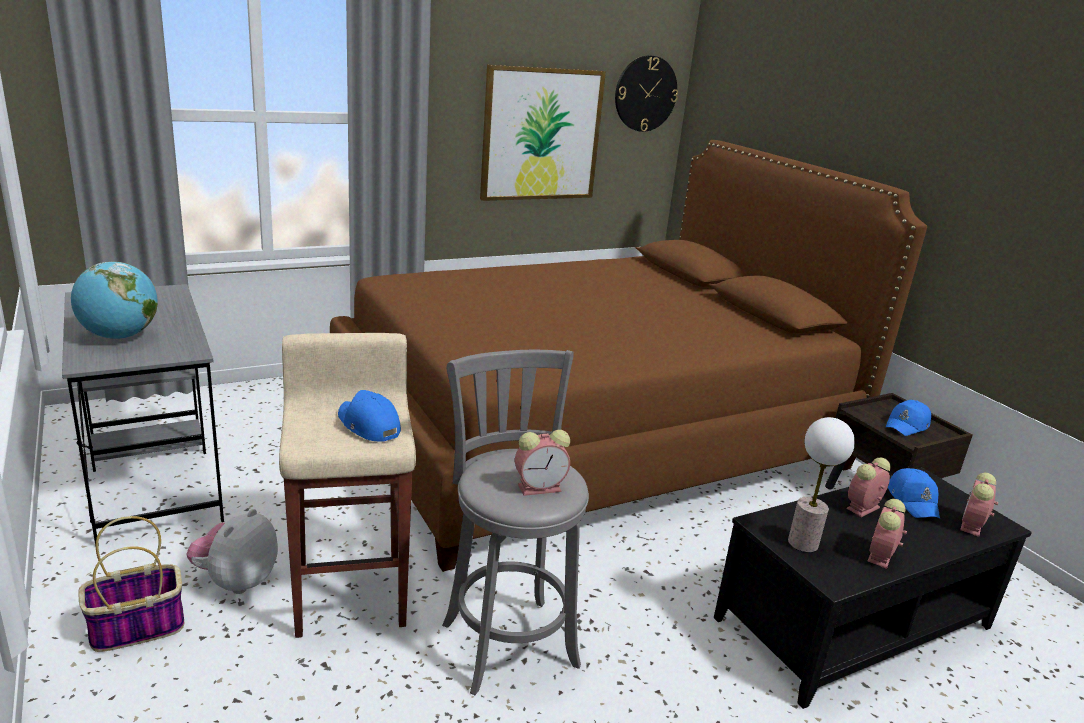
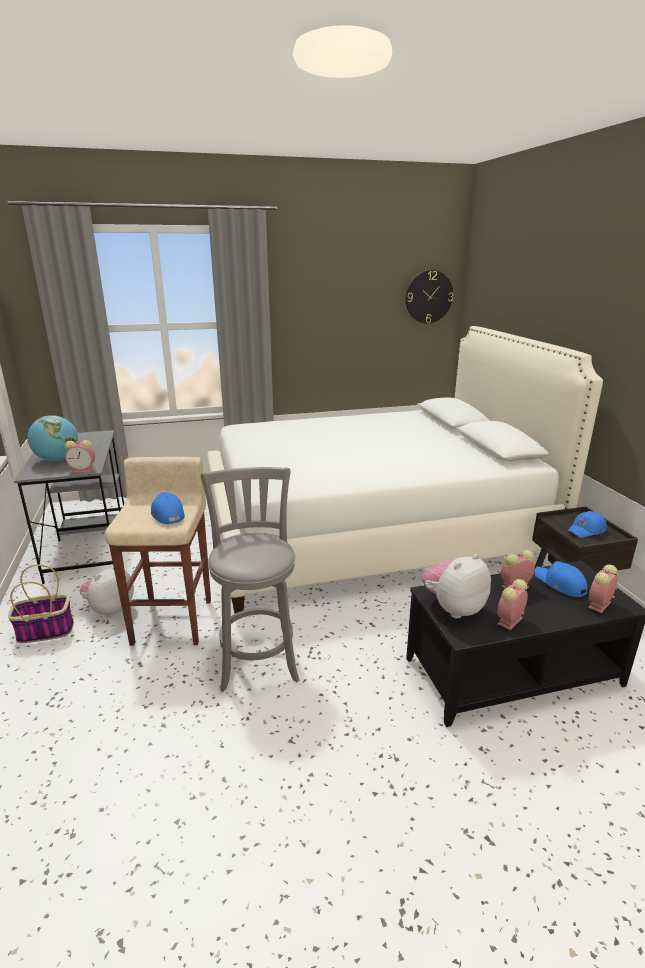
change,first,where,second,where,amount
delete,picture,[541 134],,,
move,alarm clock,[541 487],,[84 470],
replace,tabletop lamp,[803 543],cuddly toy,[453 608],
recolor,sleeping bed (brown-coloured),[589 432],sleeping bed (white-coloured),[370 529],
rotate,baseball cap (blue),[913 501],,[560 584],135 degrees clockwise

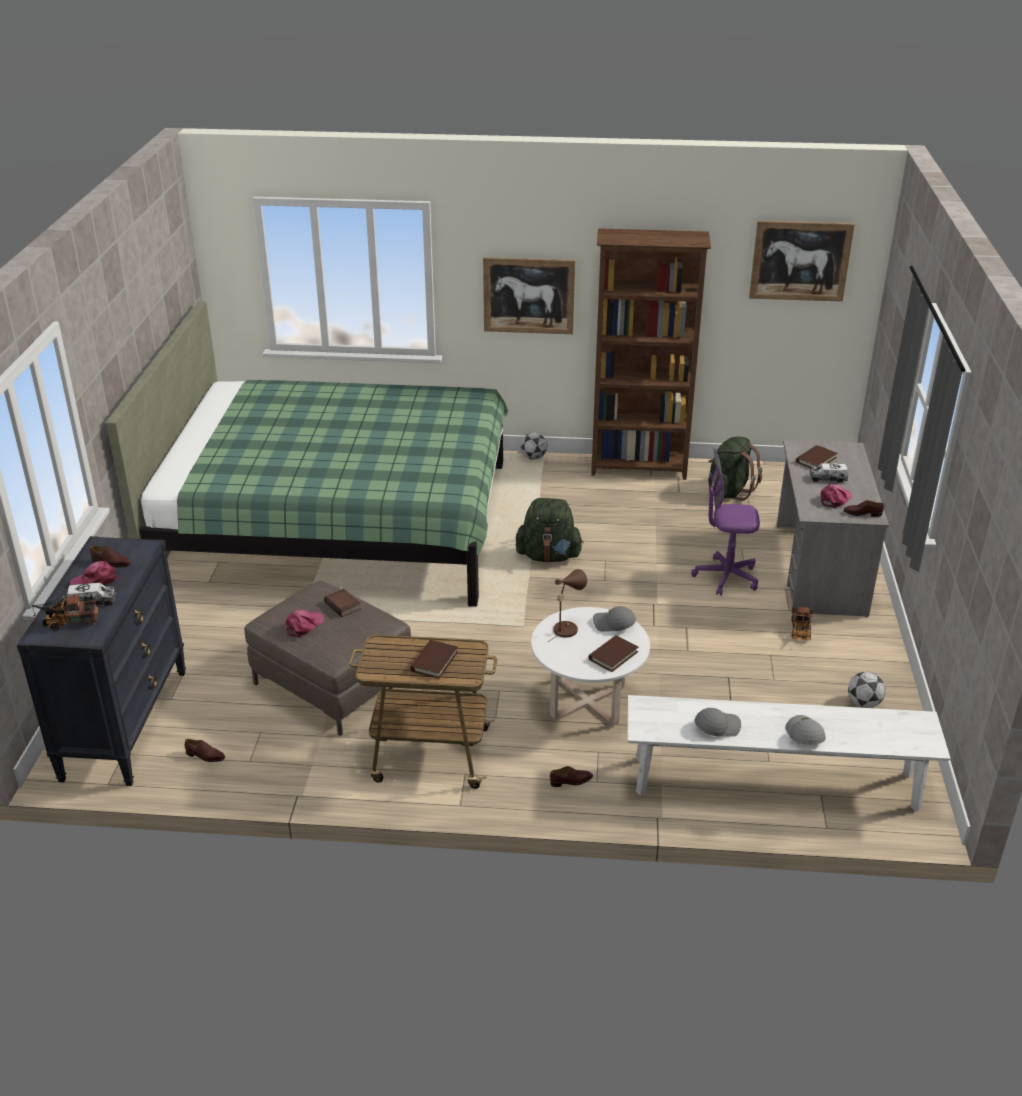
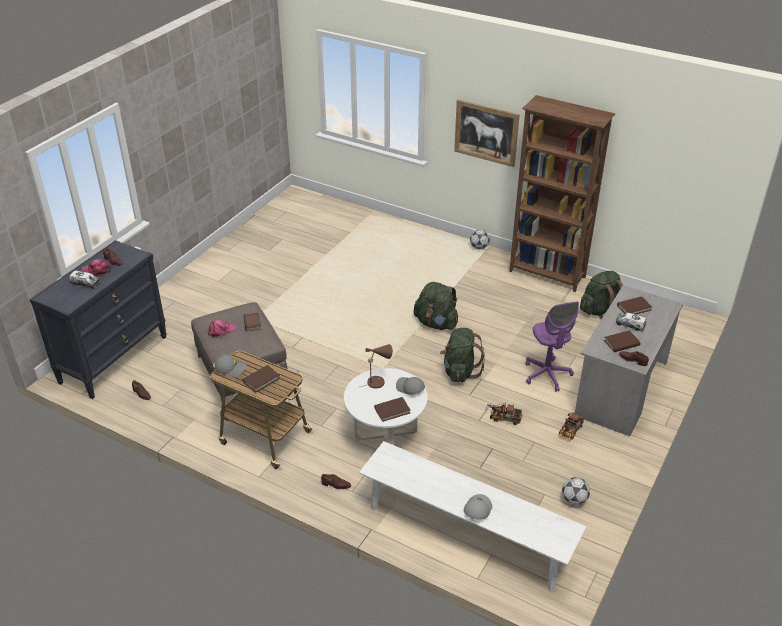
change,first,where,second,where,amount
delete,sleeping bed (green-coloured),[337 522],,,
delete,picture,[800 261],,,
insert,,,knapsack (green-coloured),[460 371],
move,toy lorry,[68 622],,[503 418],
move,baseball cap (greyish),[717 726],,[231 368],
replace,baseball cap (pinkish),[835 499],bound book (brown-coloured),[621 343],
rotate,computer chair (purple),[726 577],,[547 374],135 degrees counterclockwise

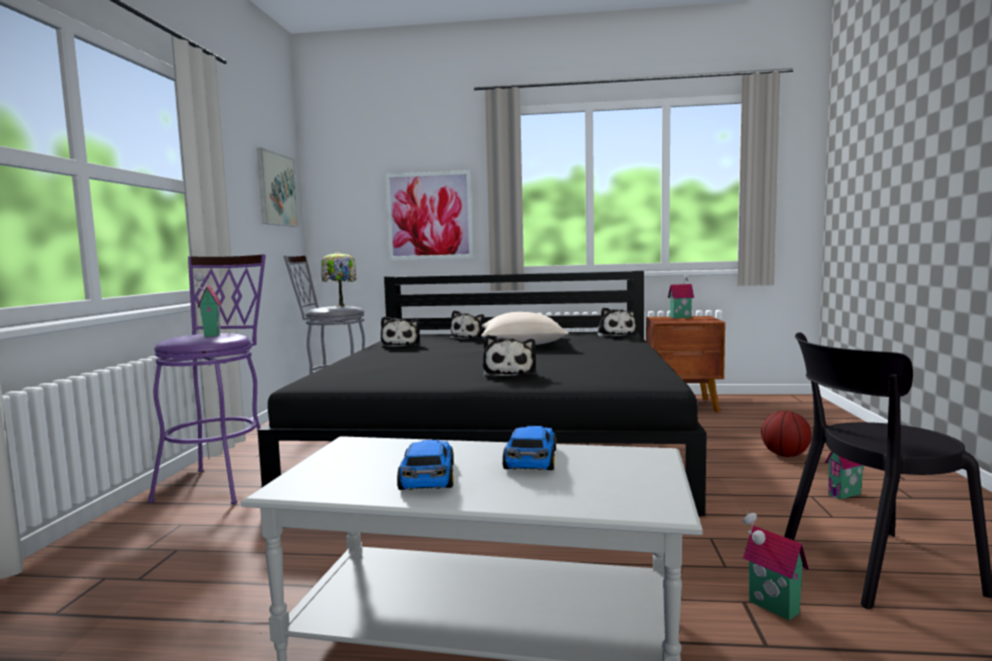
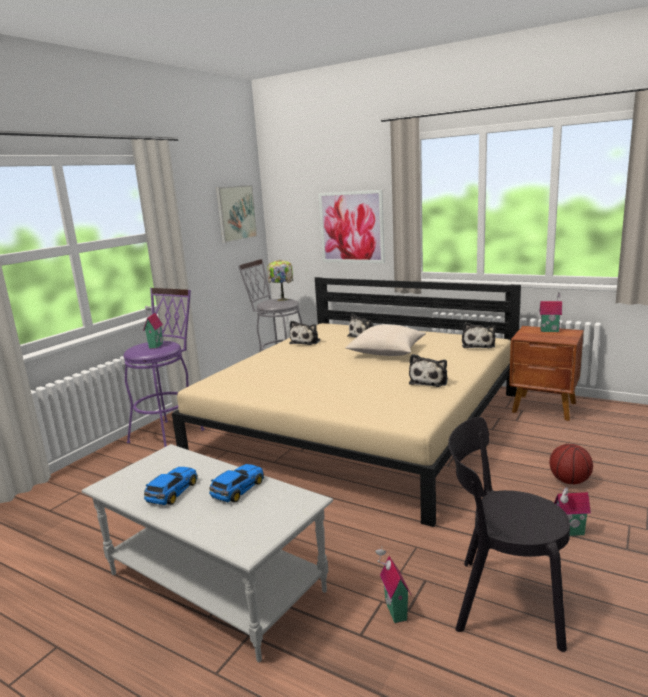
change,first,where,second,where,amount
move,cuddly toy,[509 373],,[429 381],
recolor,sleeping bed (black),[500 439],sleeping bed (beige),[362 424],

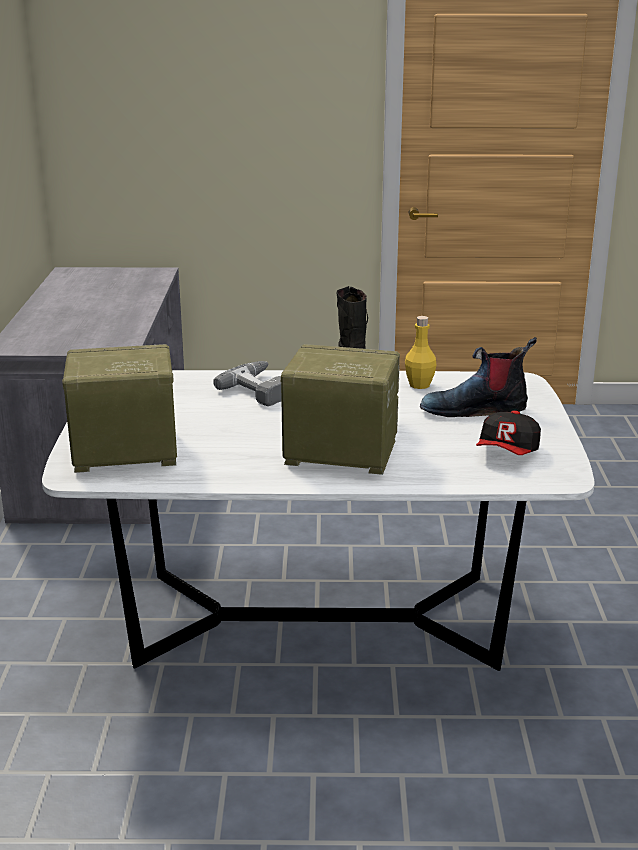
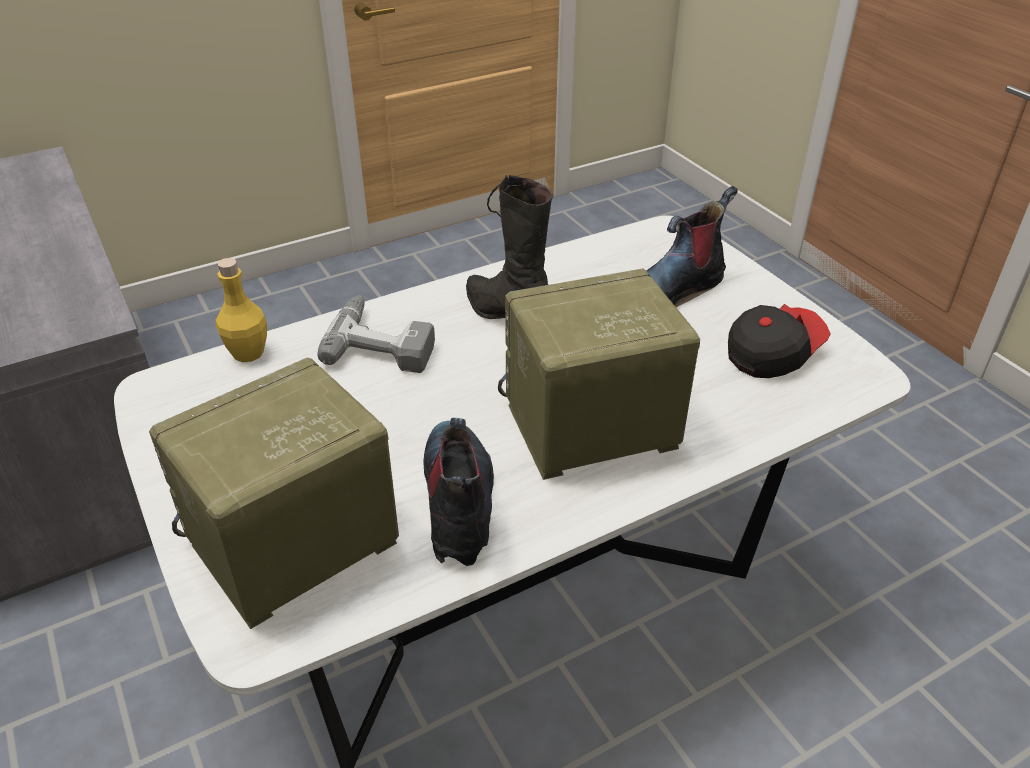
change,first,where,second,where,amount
insert,,,boot,[459 501],
move,bottle (yellow-coloured),[419 385],,[248 353],
rotate,baseball cap,[507 452],,[772 354],120 degrees counterclockwise

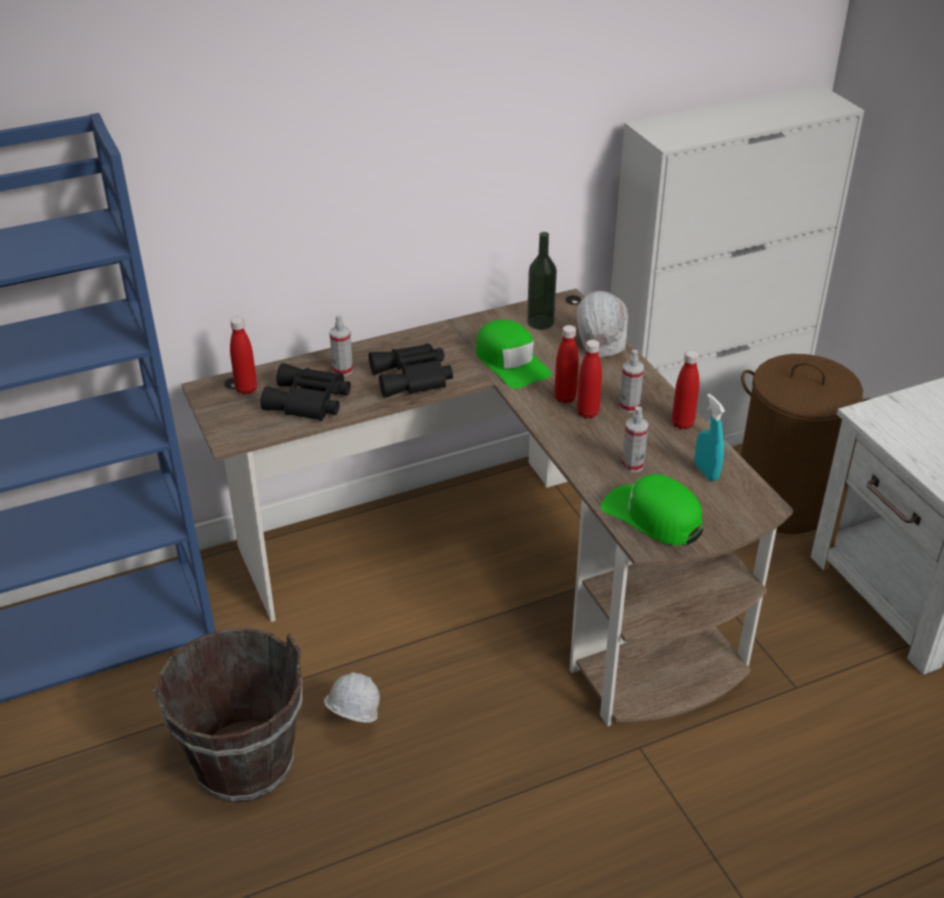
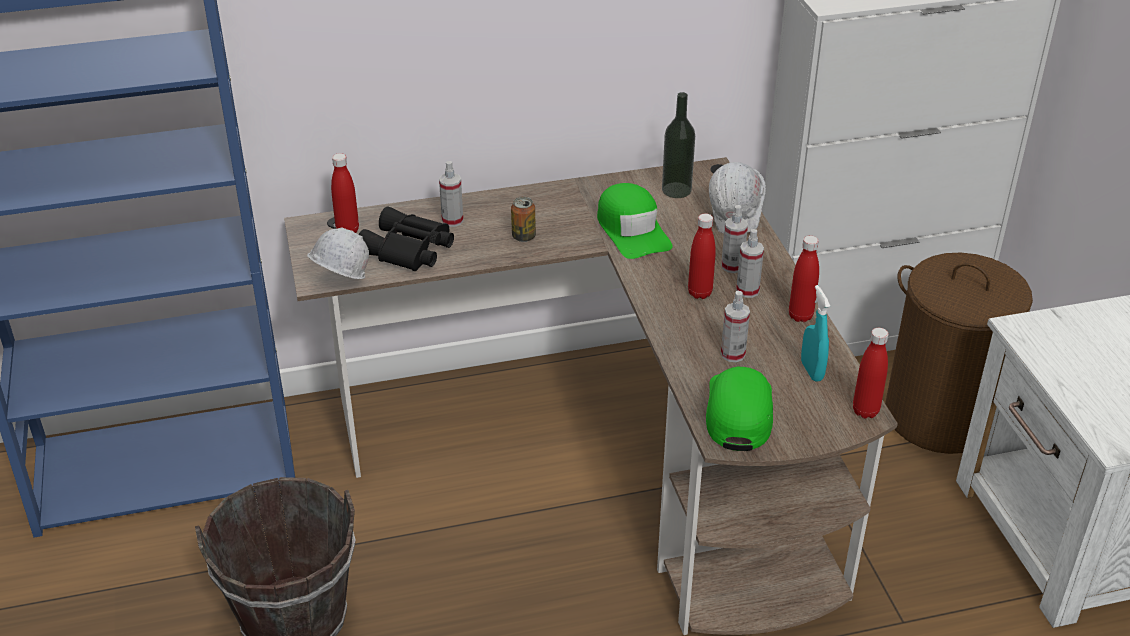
change,first,where,second,where,amount
insert,,,hand sprayer,[732 266],
move,hard hat (white-coloured),[352 723],,[340 288],
move,bottle (red-coloured),[565 398],,[865 411],
replace,pair of binoculars (black),[413 378],can,[523 236],
rotate,baseball cap (green-coloured),[652 516],,[738 412],45 degrees clockwise

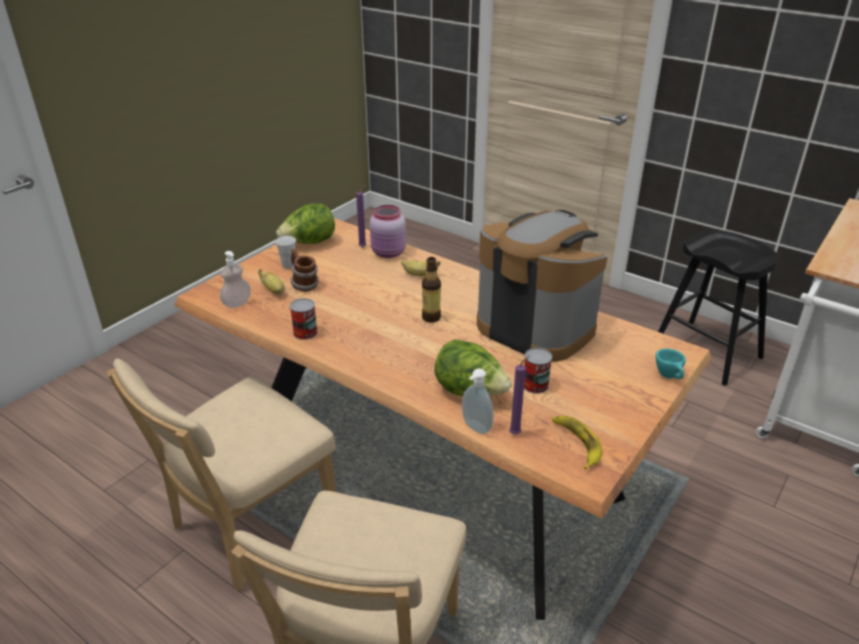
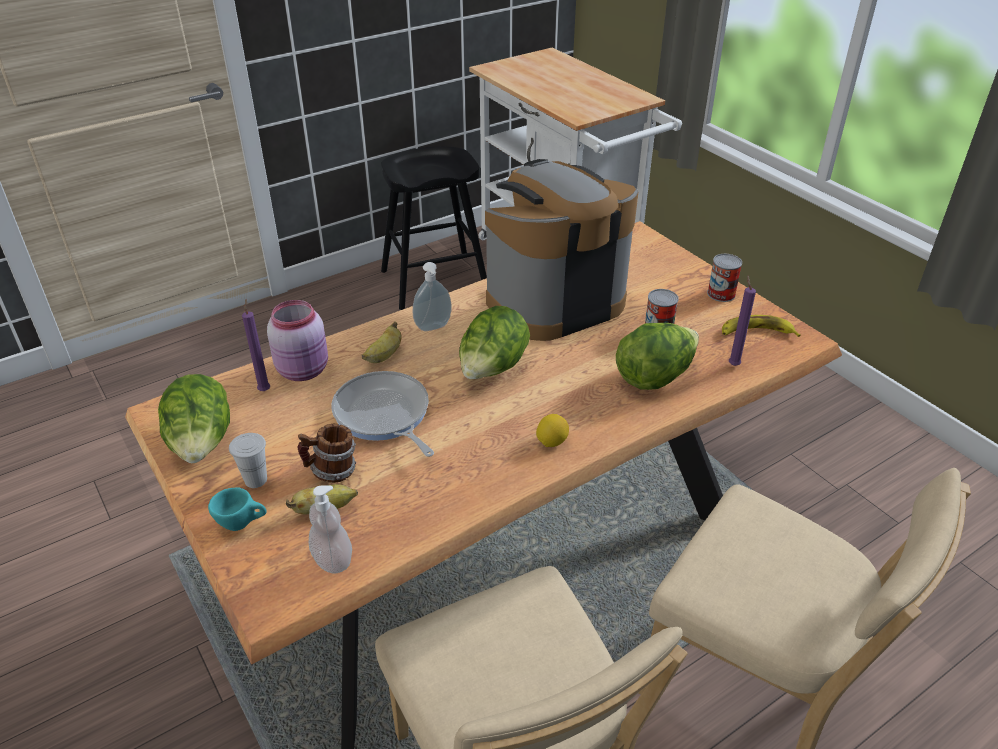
change,first,where,second,where,amount
insert,,,pan,[384 415],
insert,,,whole lemon,[551 442],
move,can,[305 332],,[721 294],
move,soap bottle,[475 428],,[433 328],
move,drinking cup (turquoise-coloured),[669 377],,[242 523],
replace,bottle,[431 317],lettuce head,[492 370],

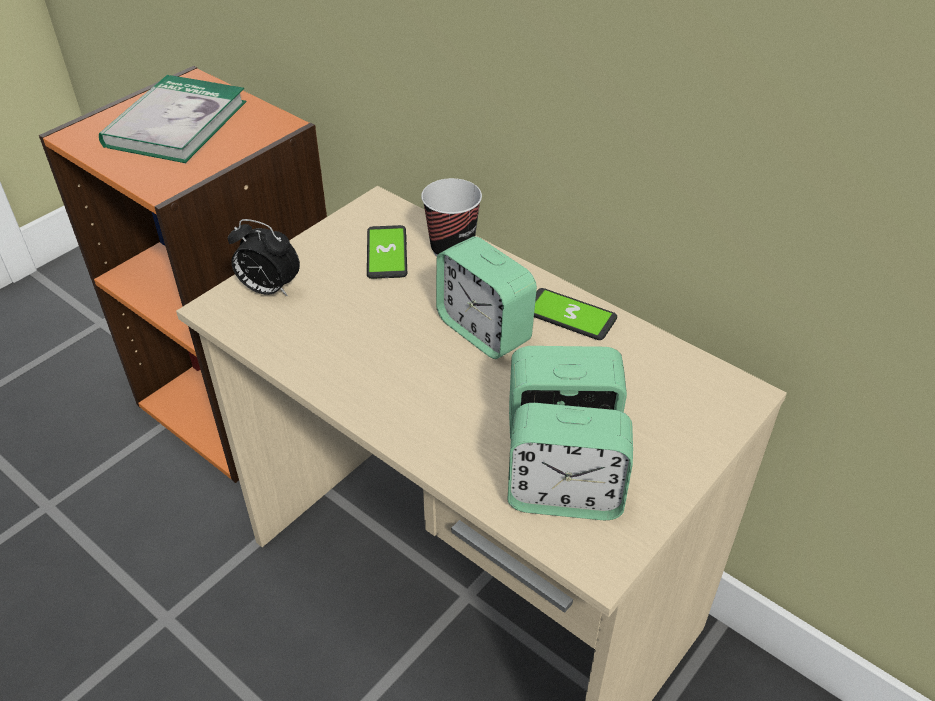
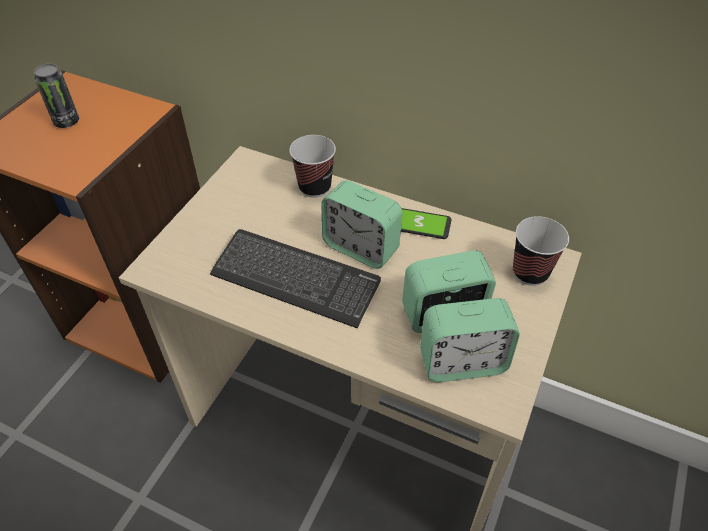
change,first,where,second,where,amount
delete,alarm clock,[268 289],,,
delete,phone,[387 253],,,
insert,,,keyboard,[295 279],
insert,,,drinking cup,[530 272],
replace,bound book,[176 123],can,[67 122],

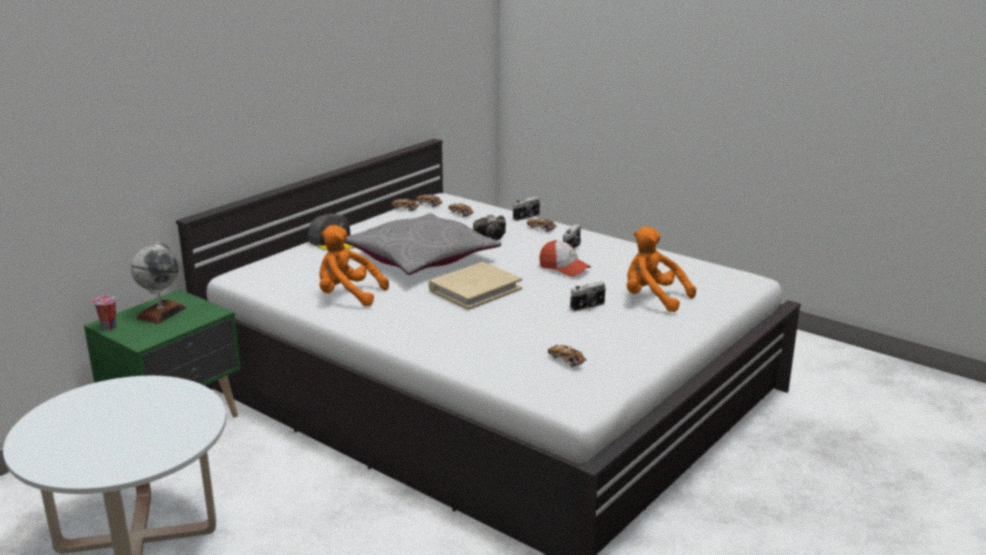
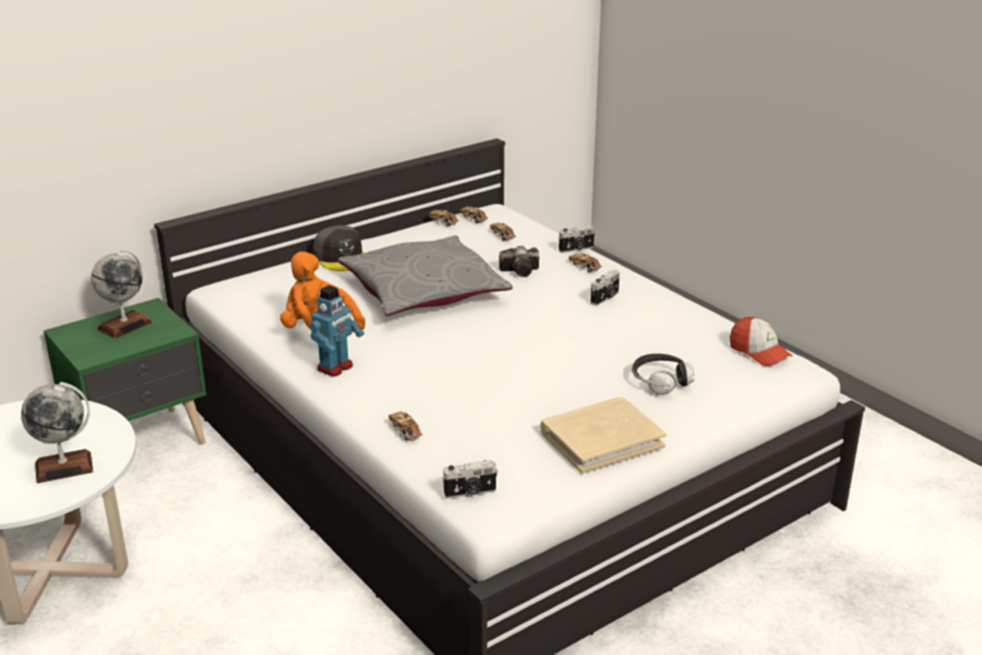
change,first,where,second,where,amount
delete,drinking cup,[108 327],,,
insert,,,desk globe,[64 467],
insert,,,toy robot,[336 368],
move,bound book (beige),[475 289],,[601 439],
move,baseball cap,[564 268],,[759 352],
move,miniature car,[566 361],,[405 431],
move,still camera,[588 306],,[470 493],
replace,cuddly toy (orange),[653 299],pair of headphones,[661 381],

